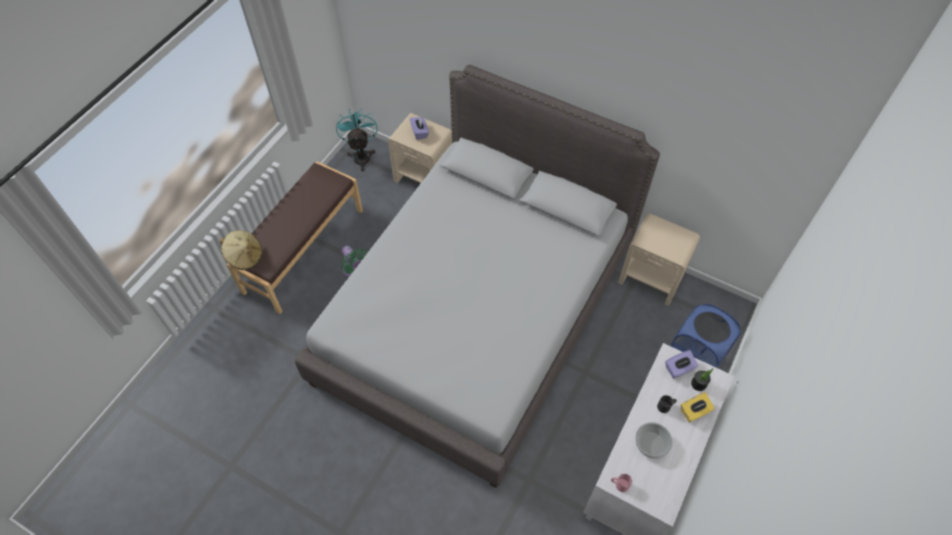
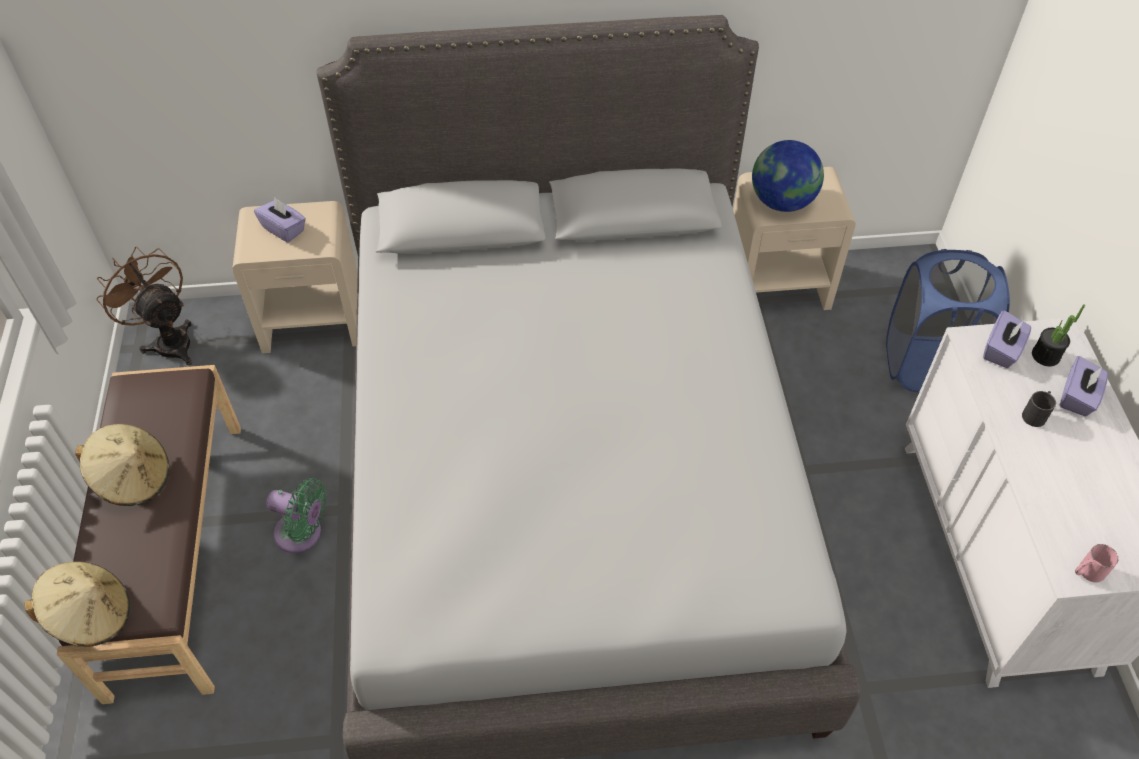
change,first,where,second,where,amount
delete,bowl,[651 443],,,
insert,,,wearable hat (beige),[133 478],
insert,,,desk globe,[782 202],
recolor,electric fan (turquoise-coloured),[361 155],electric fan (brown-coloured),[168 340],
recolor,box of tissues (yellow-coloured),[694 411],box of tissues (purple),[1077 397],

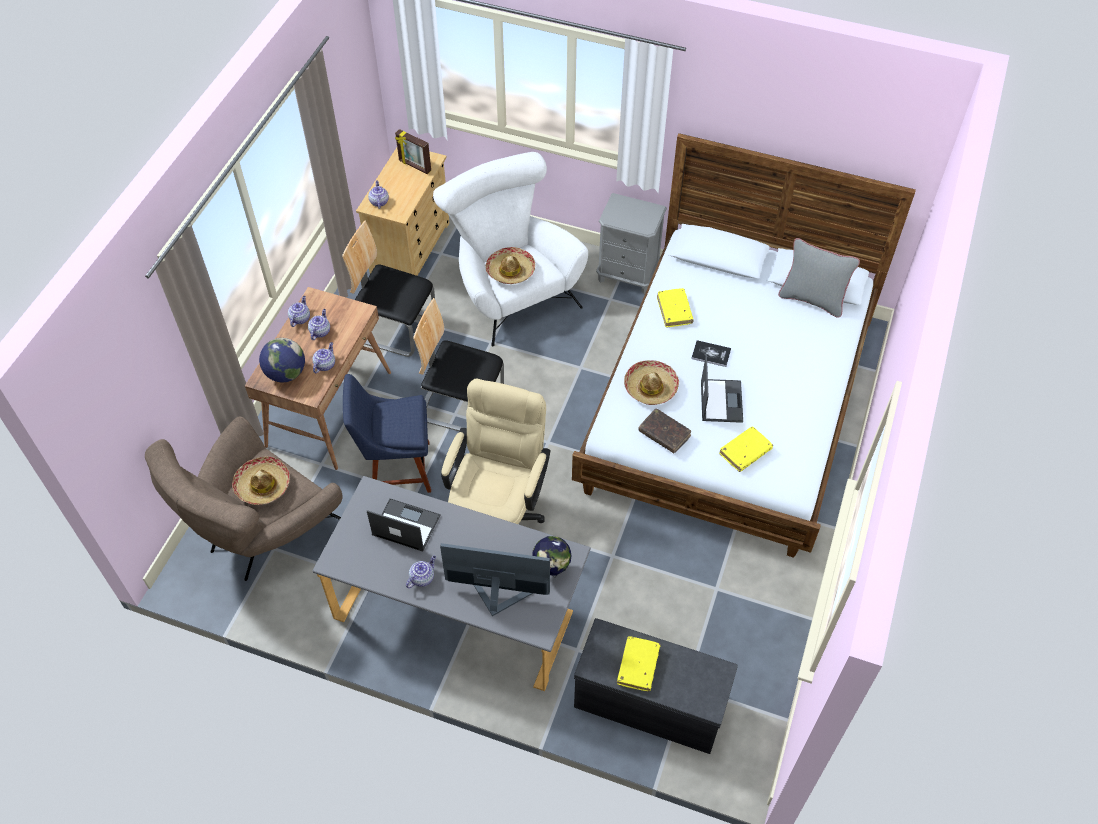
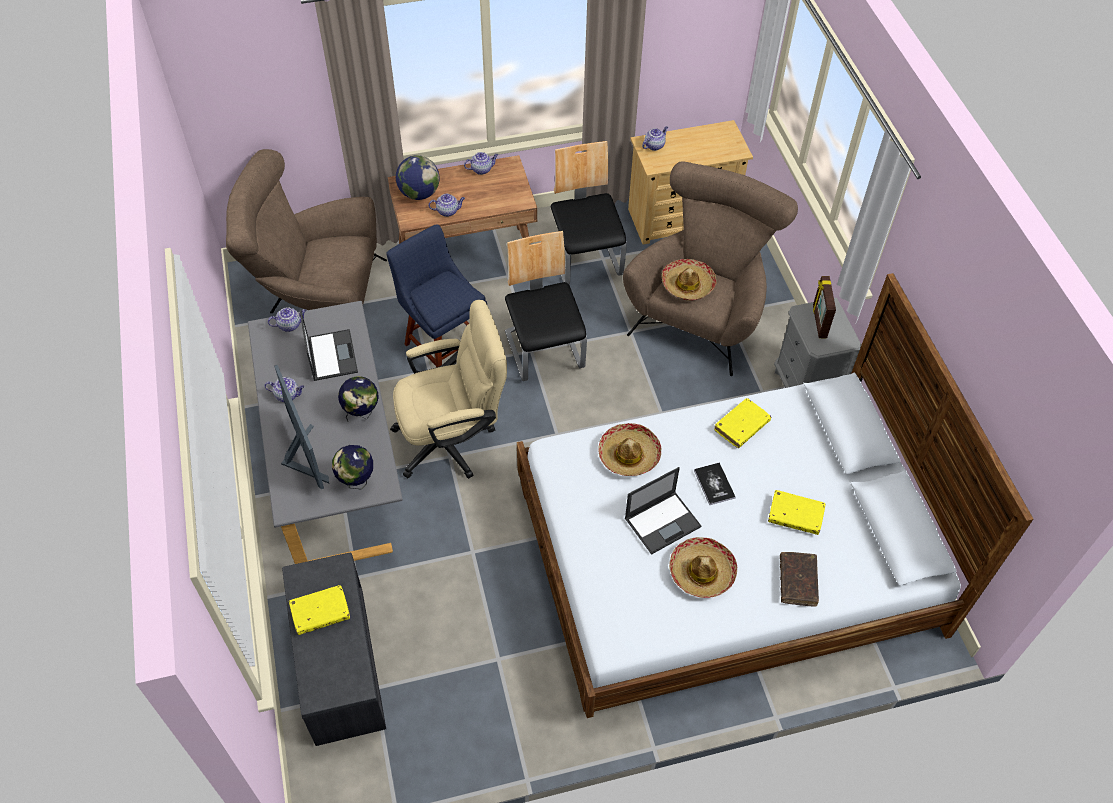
change,first,where,second,where,amount
delete,pillow (greyish),[812 299],,,
insert,,,desk globe,[362 413],
move,wearable hat,[263 485],,[701 572],
move,tea pot,[320 331],,[290 325],
move,photo frame,[414 166],,[818 322],
move,bound book (brown-coloured),[664 434],,[797 581],
move,bound book (yellow-coloured),[745 452],,[795 516],
recolor,lounge chair (white-coloured),[510 290],lounge chair (brown-coloured),[701 312],

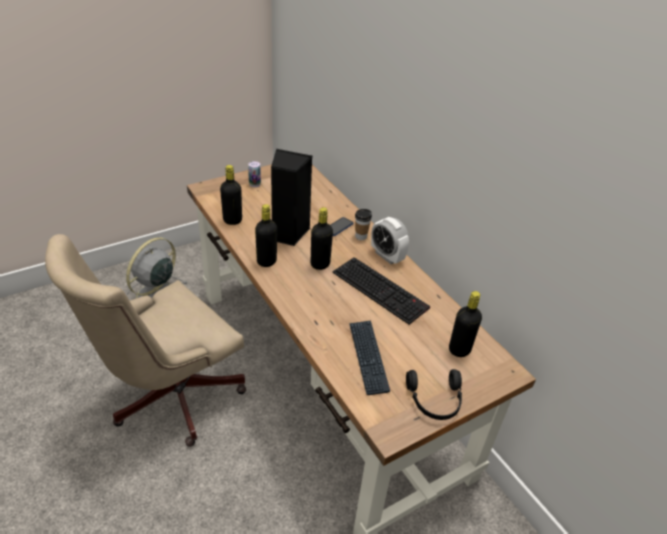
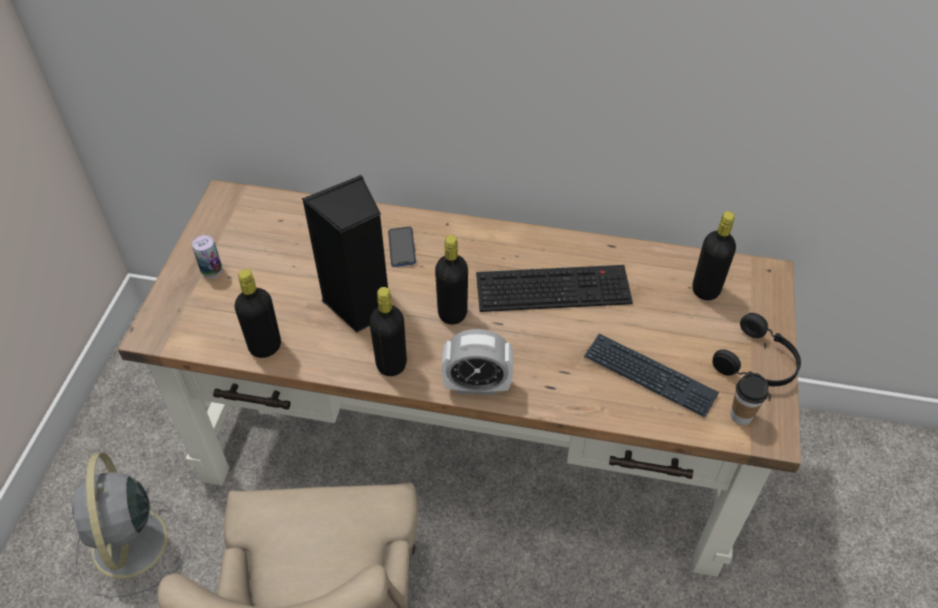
change,first,where,second,where,amount
move,drinking cup,[361 236],,[741 416],
move,alarm clock,[387 256],,[477 385],

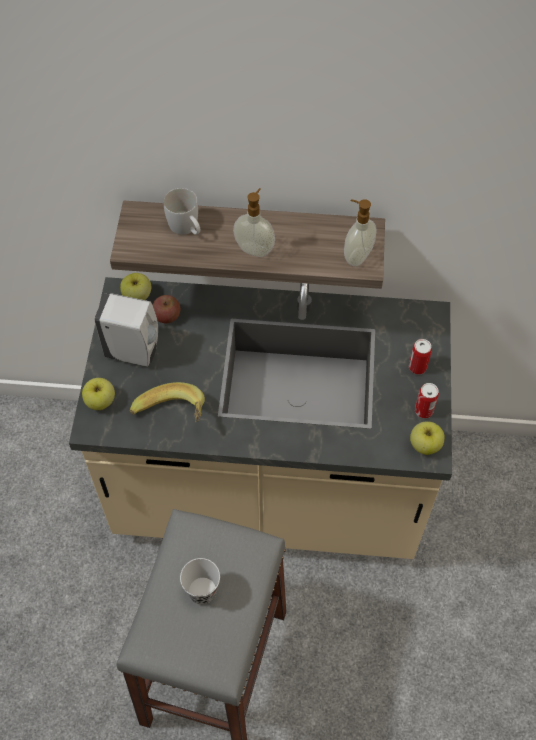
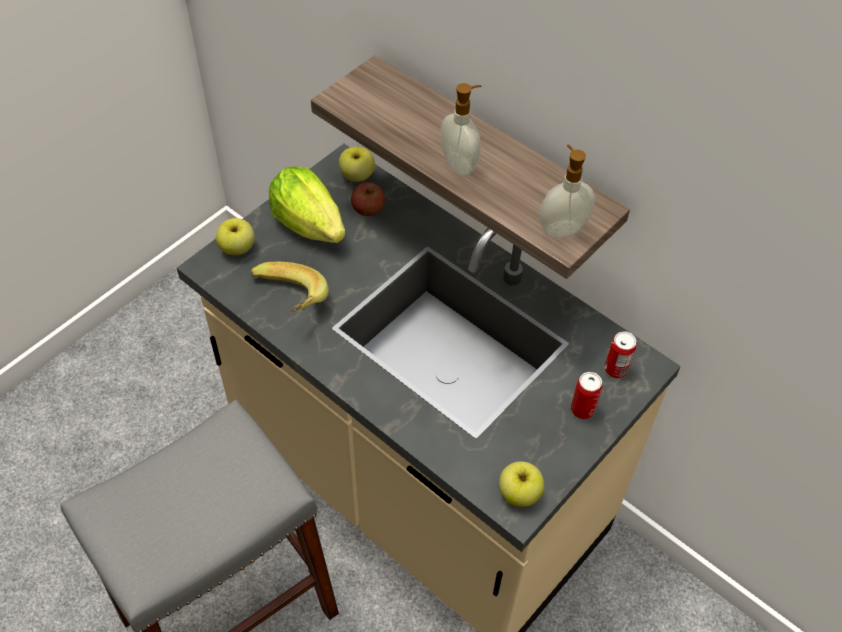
change,first,where,second,where,amount
delete,mug (white-coloured),[186 228],,,
delete,drinking cup (black),[202 591],,,
move,can,[423 410],,[616 369],
replace,soap bottle (white-coloured),[135 352],lettuce head,[308 224],

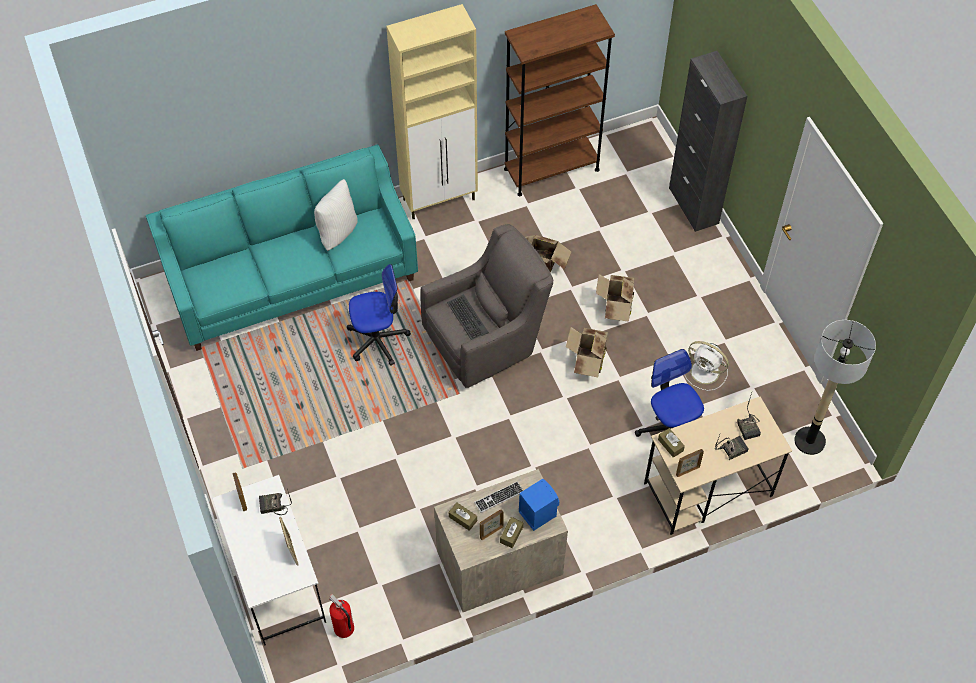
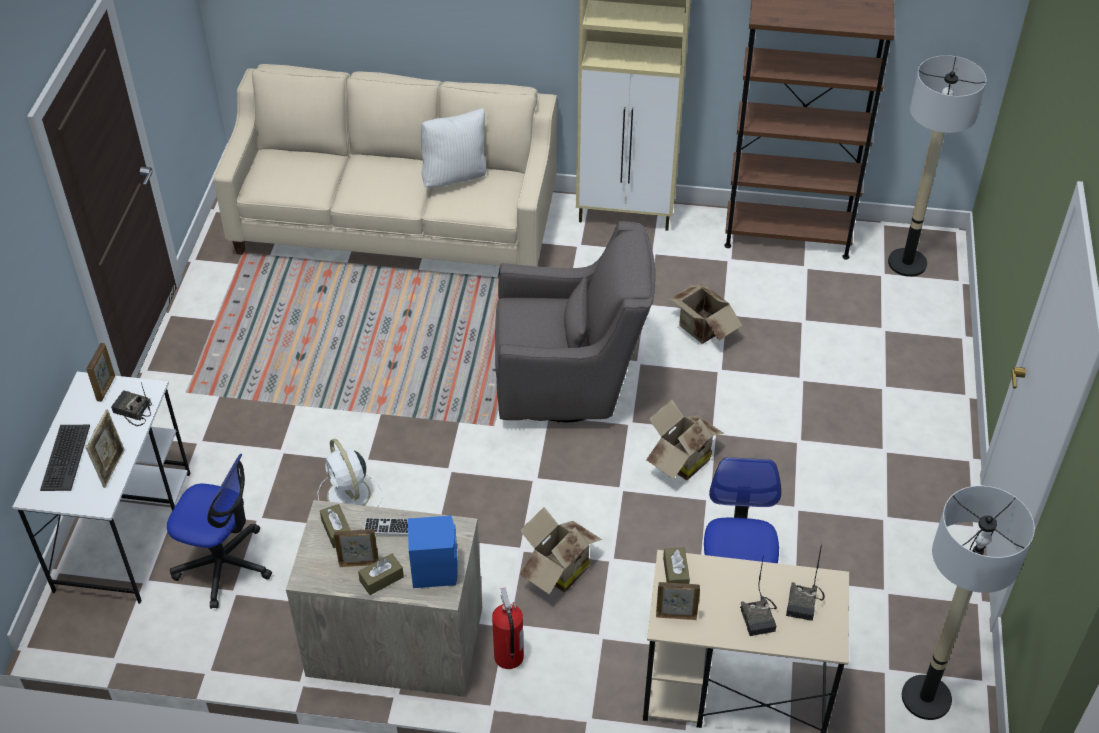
change,first,where,second,where,amount
delete,storage cabinet (black),[693 205],,,
insert,,,standing lamp,[907 263],
move,fire-fighting cylinder,[344 629],,[508 657],
move,computer chair,[377 340],,[224 565],
move,keyboard,[467 318],,[65 458],
move,cardboard box,[615 307],,[557 570],
move,electric fan (white-coloured),[706 372],,[349 496],
recolor,couch (turquoise-coloured),[292 277],couch (beige),[397 225],
rotate,radio set,[731 448],,[760 618],75 degrees clockwise

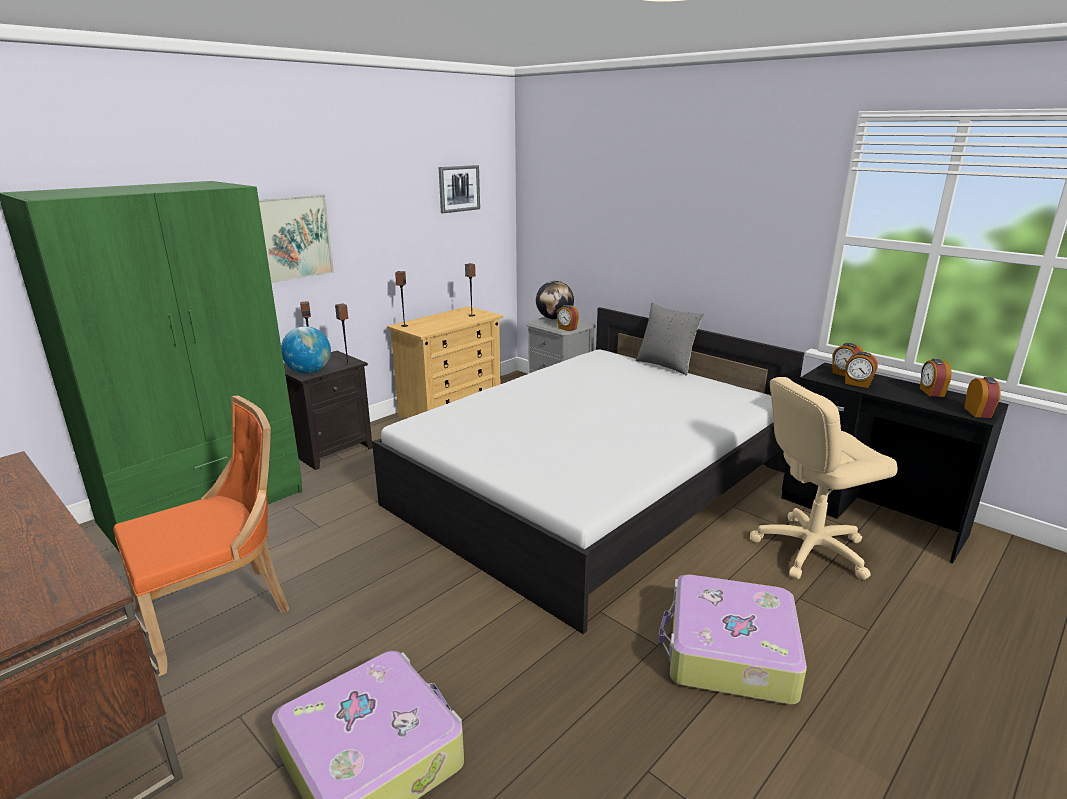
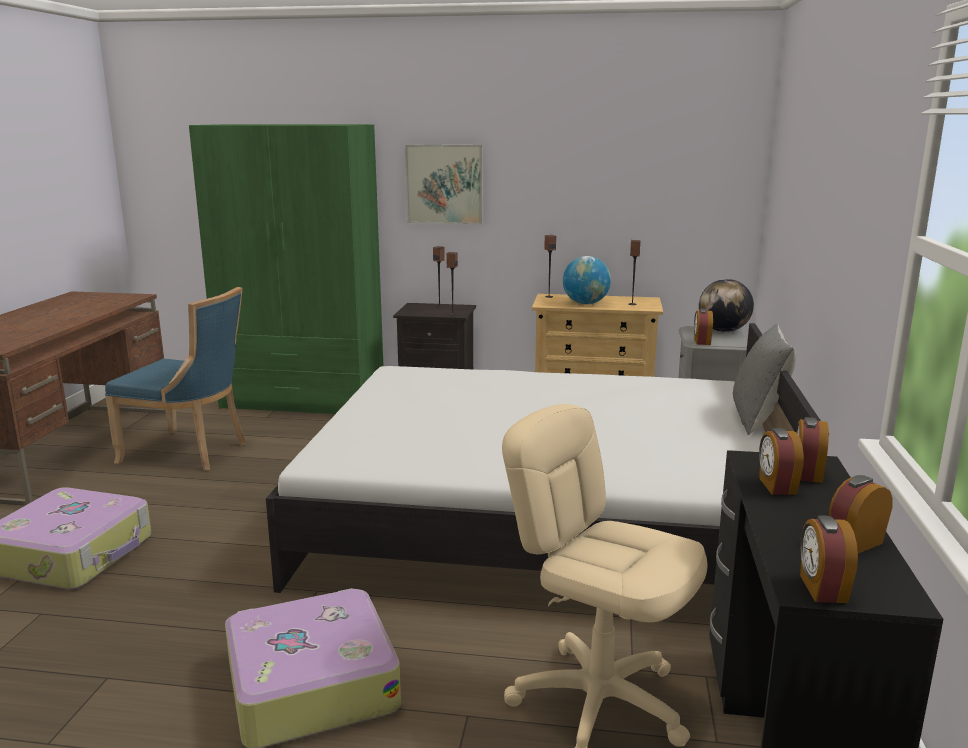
change,first,where,second,where,amount
delete,picture,[458 188],,,
move,desk globe,[309 372],,[585 303],
recolor,chair (orange),[220 611],chair (blue),[189 452],
rotate,alarm clock,[978 412],,[822 589],120 degrees clockwise

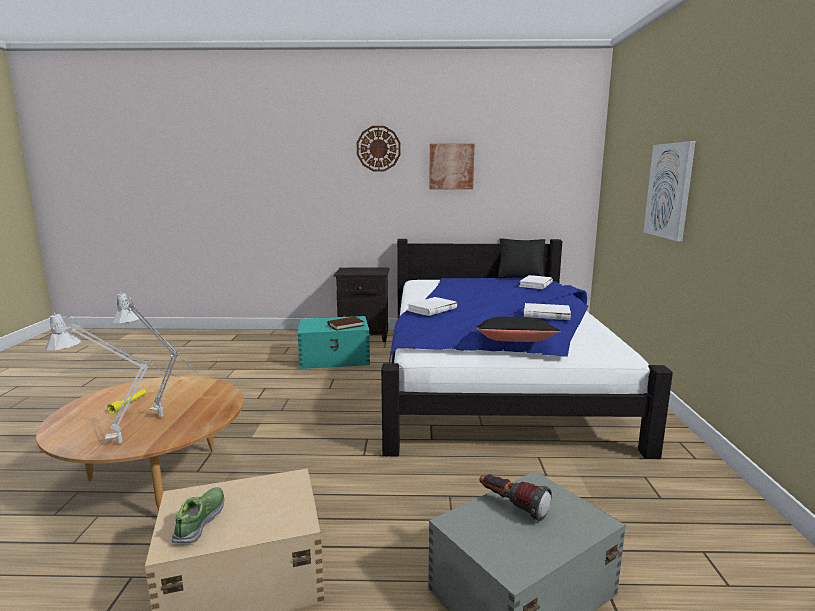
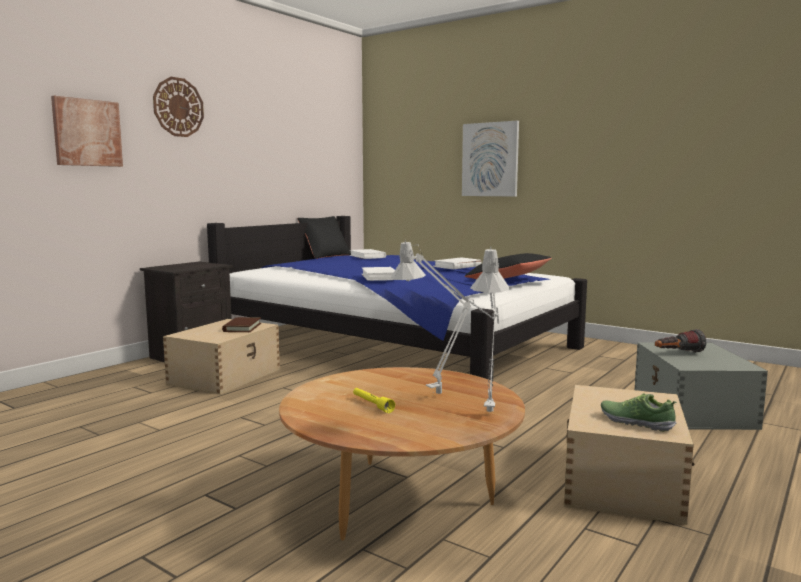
change,first,where,second,where,amount
move,picture,[451 166],,[87 133],
recolor,storage bin (turquoise-coloured),[335 358],storage bin (beige),[226 376],

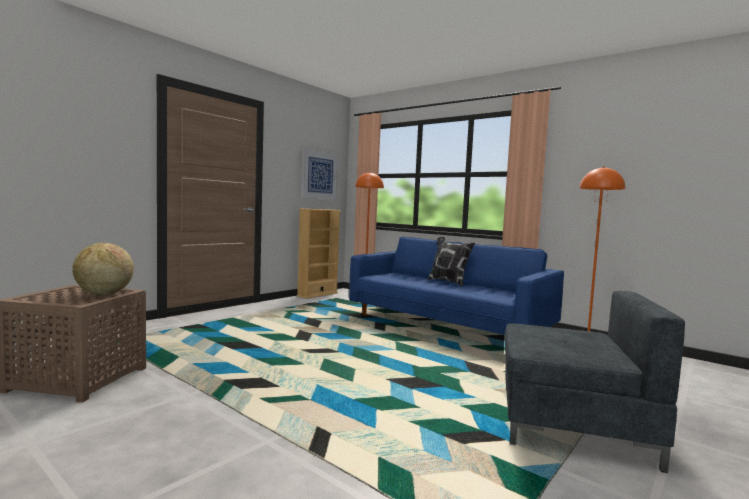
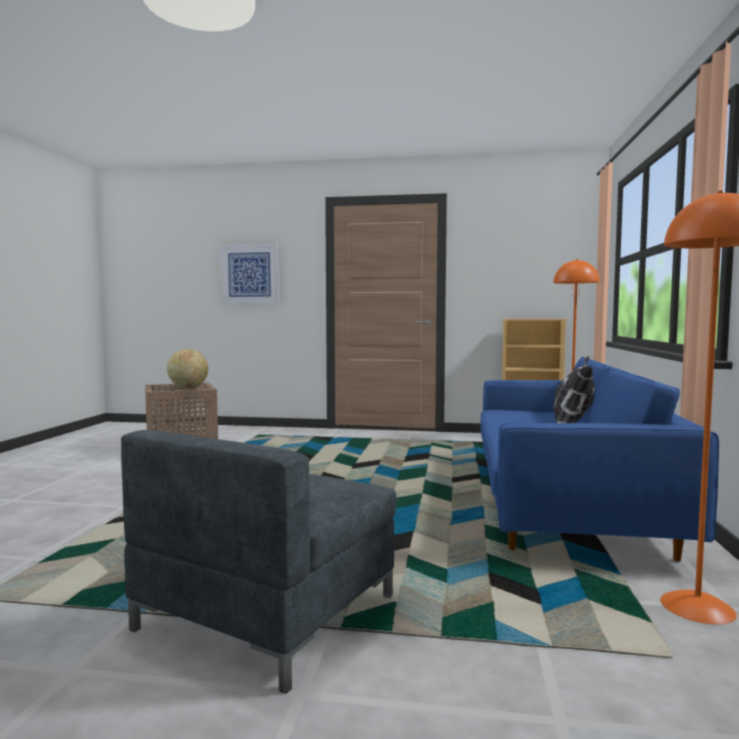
change,first,where,second,where,amount
move,picture,[319 175],,[250 274],
rotate,lounge chair (greyish),[570 423],,[270 612],45 degrees clockwise

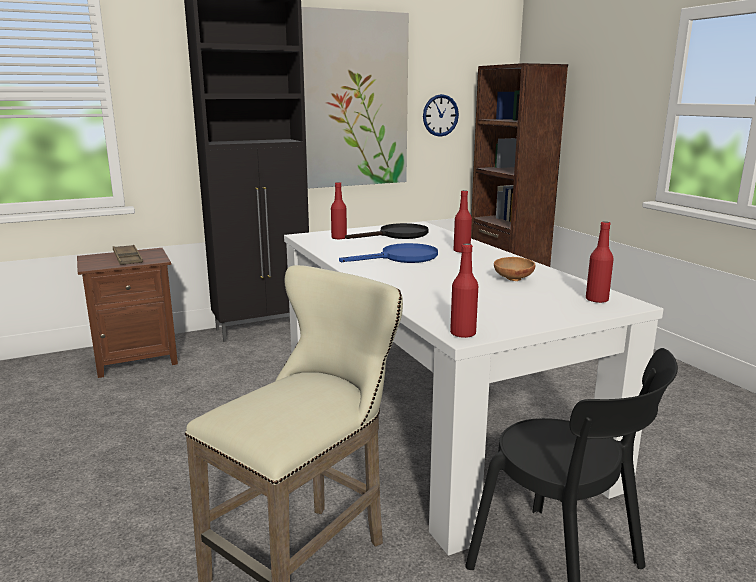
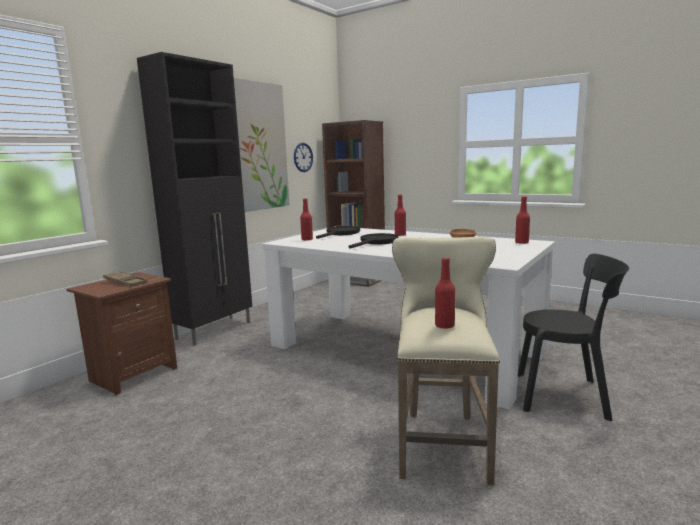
change,first,where,second,where,amount
move,bottle (red-coloured),[463 334],,[444 326],
recolor,pan (blue),[402 258],pan (black),[376 242],

